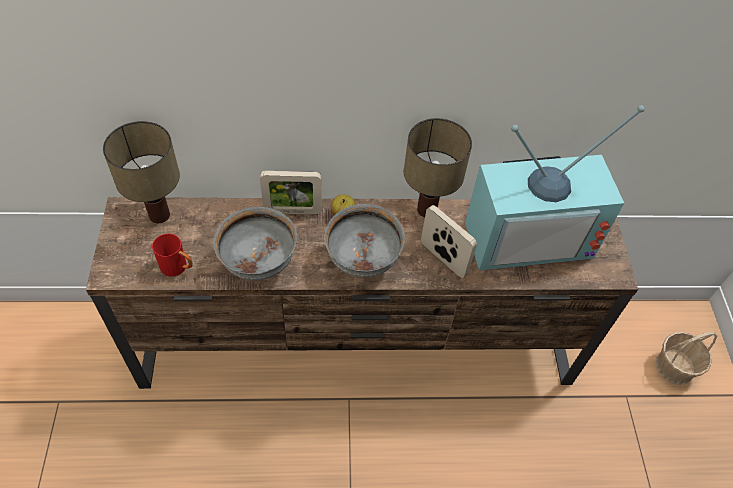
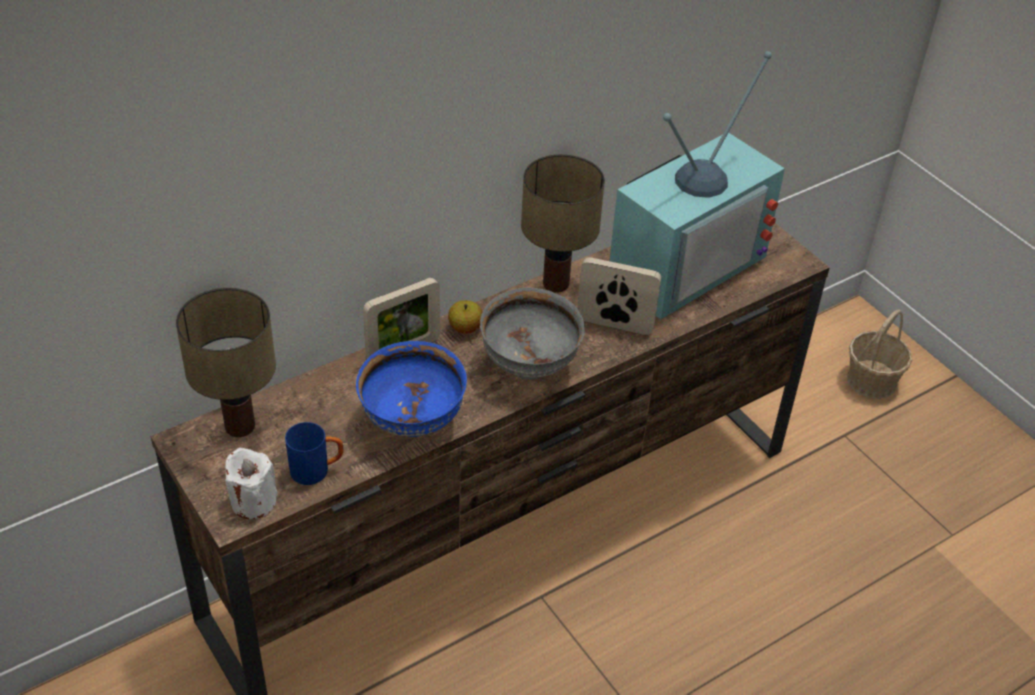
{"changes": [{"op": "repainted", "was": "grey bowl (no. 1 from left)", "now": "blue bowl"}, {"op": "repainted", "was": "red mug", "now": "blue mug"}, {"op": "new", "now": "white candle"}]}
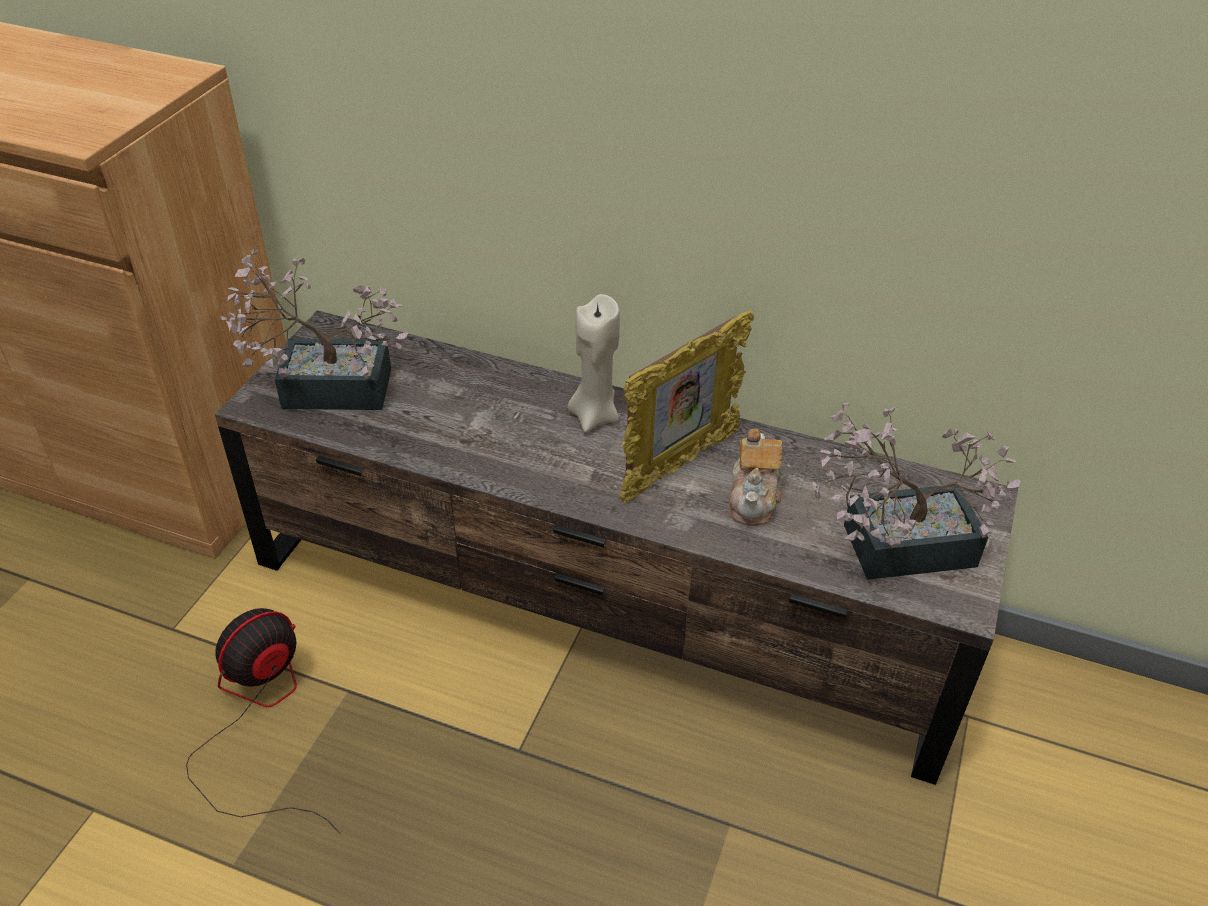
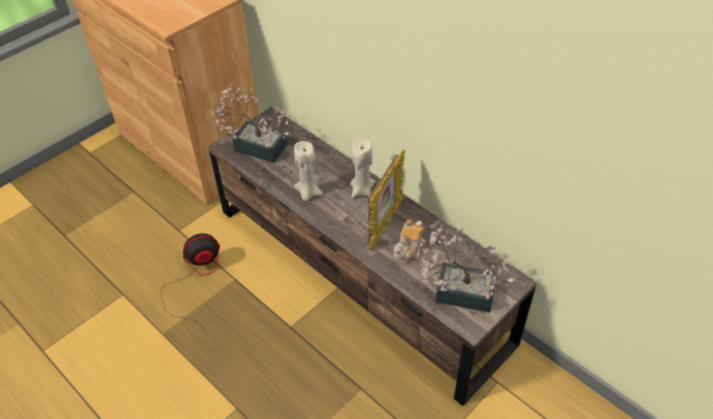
{"changes": [{"op": "rotated", "was": "picture frame", "clockwise": -45}, {"op": "new", "now": "beige candle (no. 1 from left)"}]}
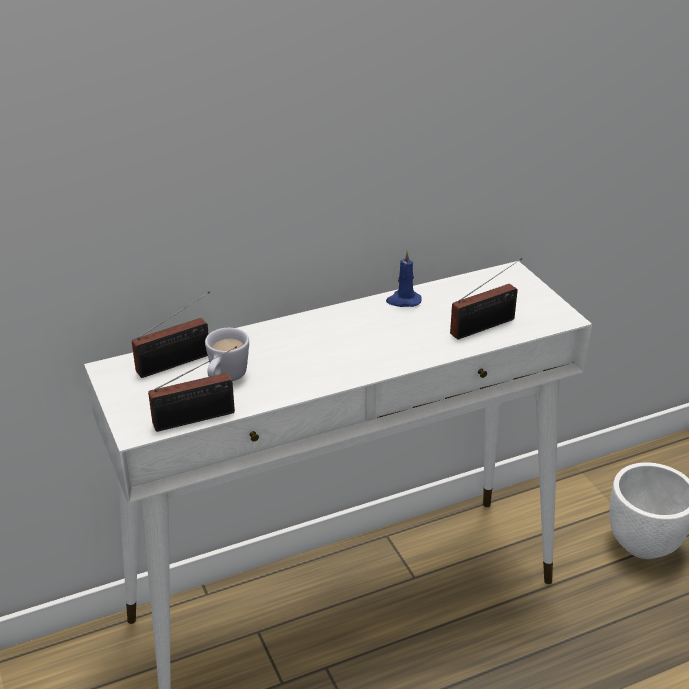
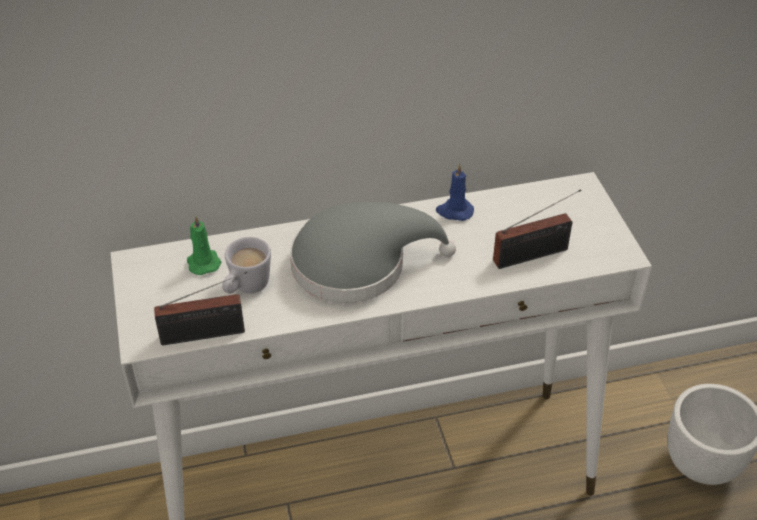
{"changes": [{"op": "swapped", "was": "radio (no. 1 from left)", "now": "green candle"}, {"op": "new", "now": "grey hat"}]}
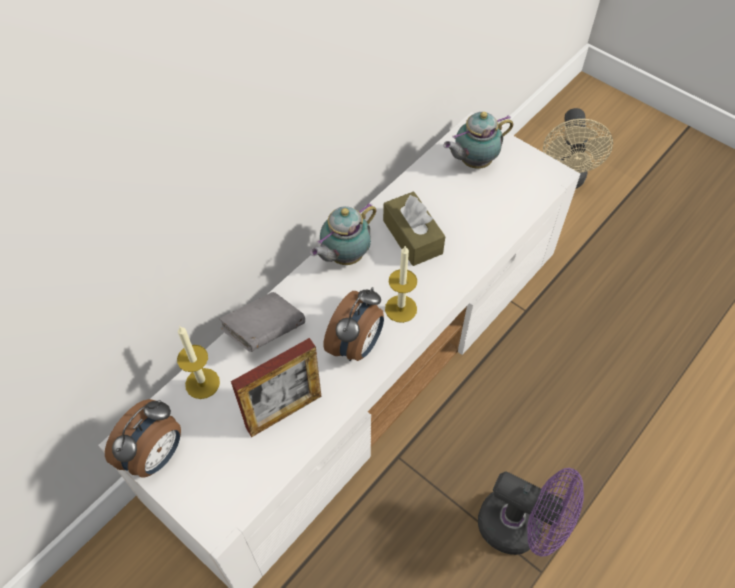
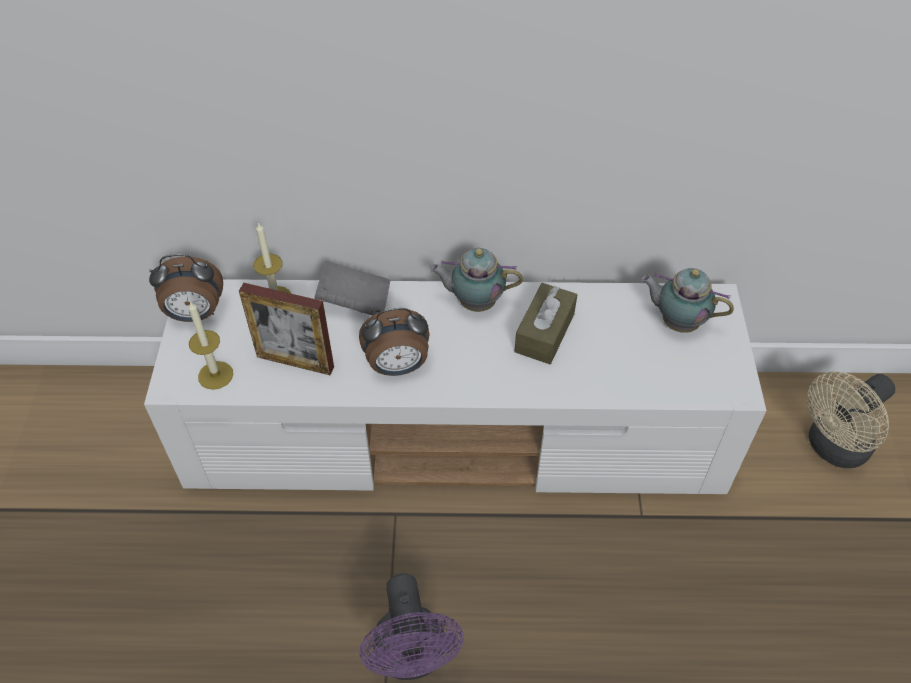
{"changes": [{"op": "shifted", "was": "candle (no. 2 from left in the first image)", "now": "candle (no. 1 from left)"}]}
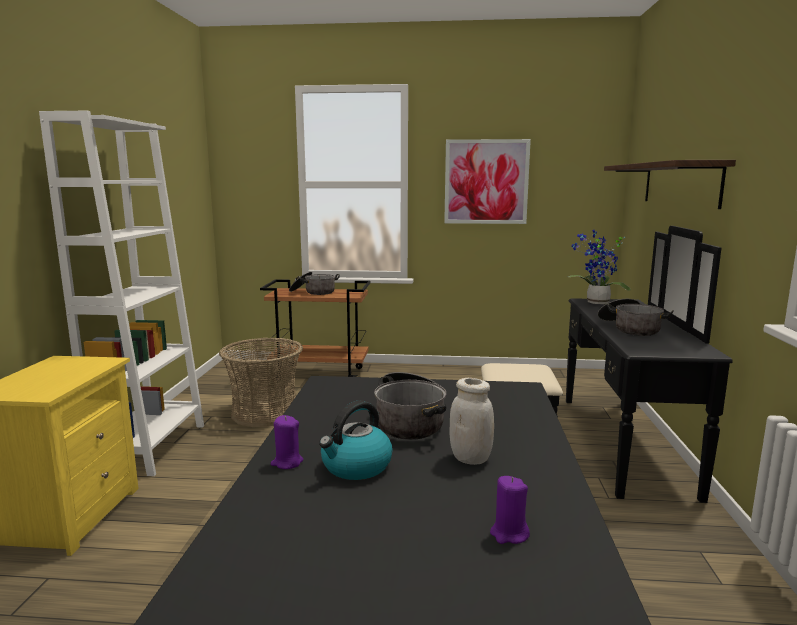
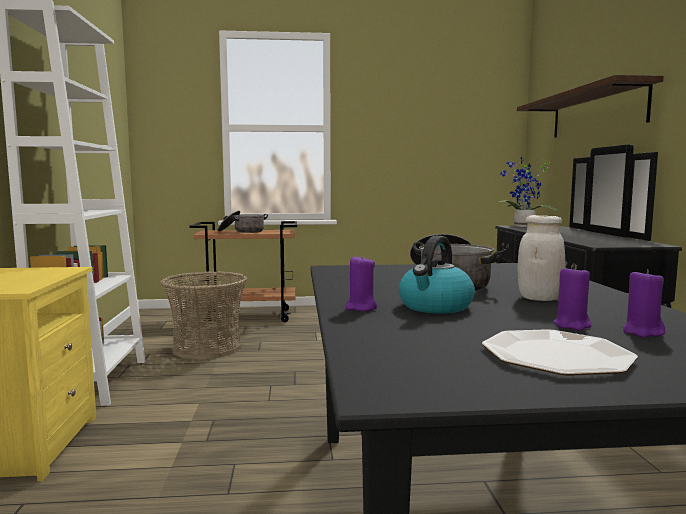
{"changes": [{"op": "gone", "was": "picture"}, {"op": "gone", "was": "cooking pot (no. 3 from left)"}, {"op": "new", "now": "purple candle (no. 2 from left)"}, {"op": "new", "now": "plate"}]}
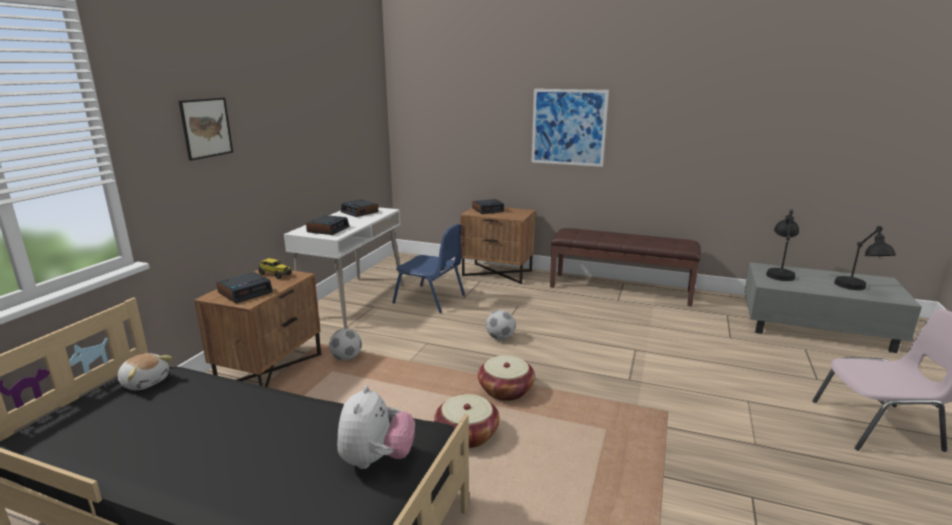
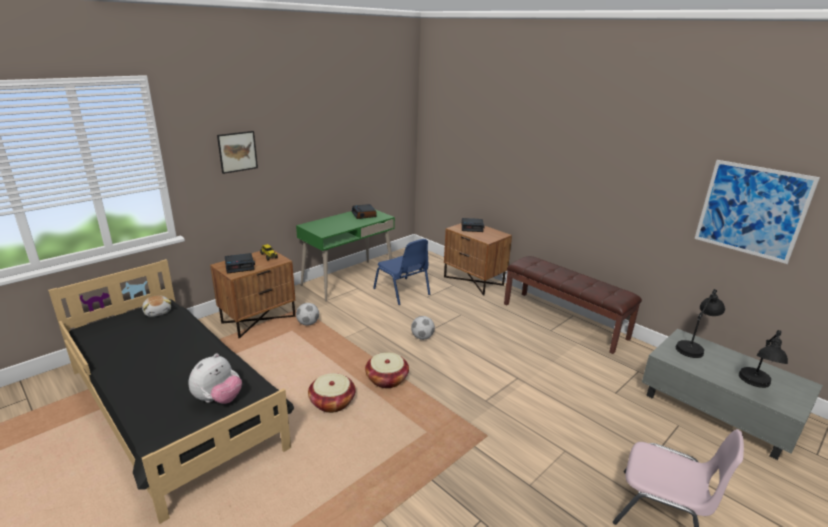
{"changes": [{"op": "shifted", "was": "picture (no. 2 from left)"}, {"op": "repainted", "was": "white desk", "now": "green desk"}, {"op": "gone", "was": "alarm clock (no. 2 from left)"}]}
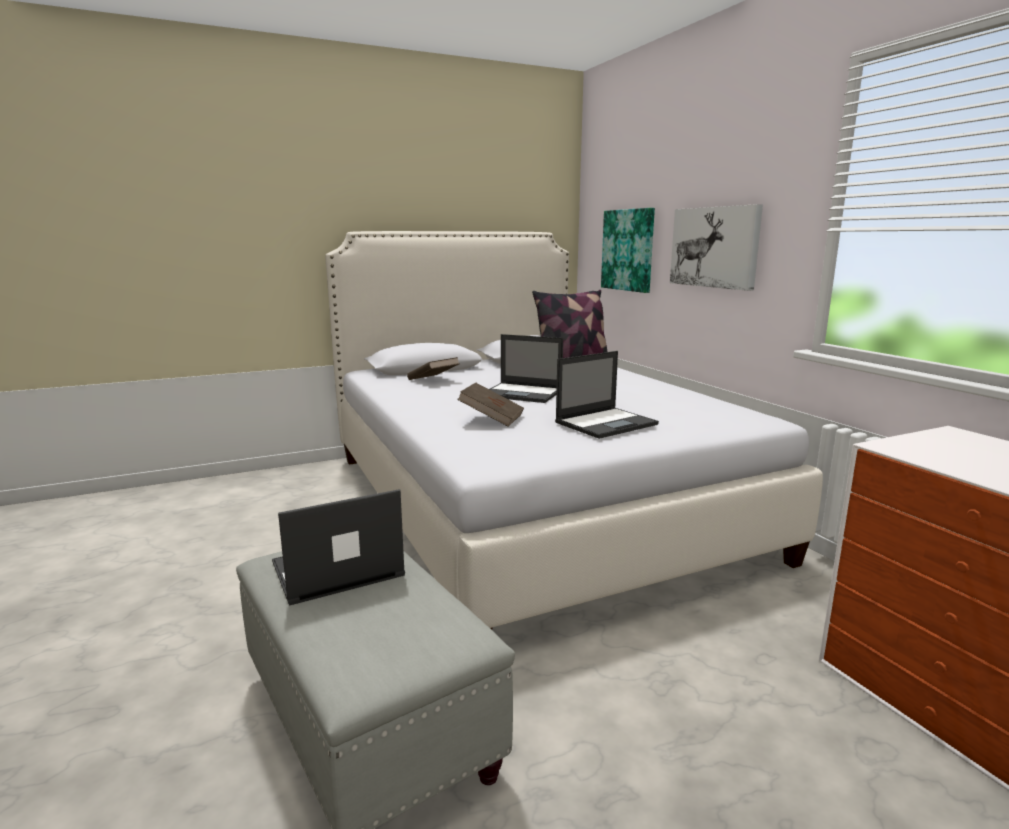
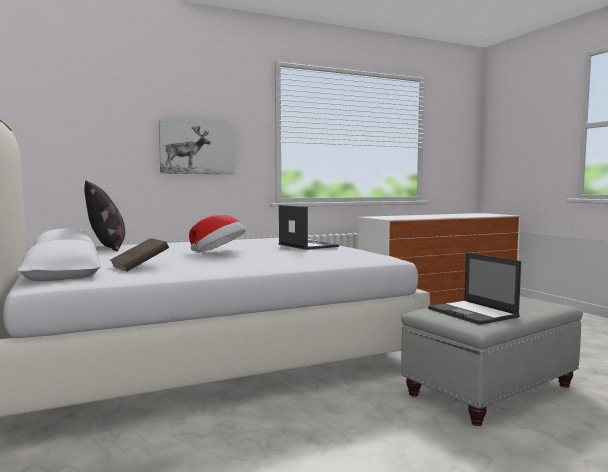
{"changes": [{"op": "gone", "was": "picture (no. 1 from left)"}, {"op": "swapped", "was": "laptop (no. 2 from left)", "now": "hat"}, {"op": "gone", "was": "brown book (no. 2 from left)"}]}
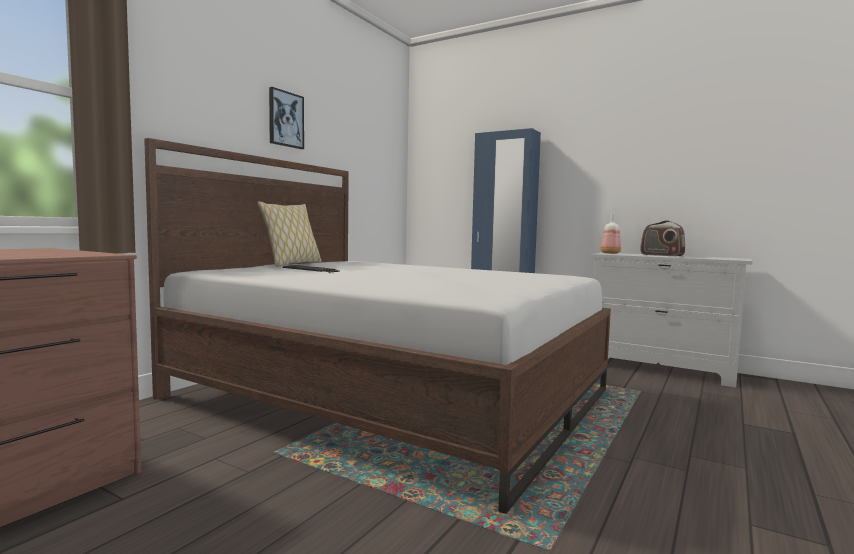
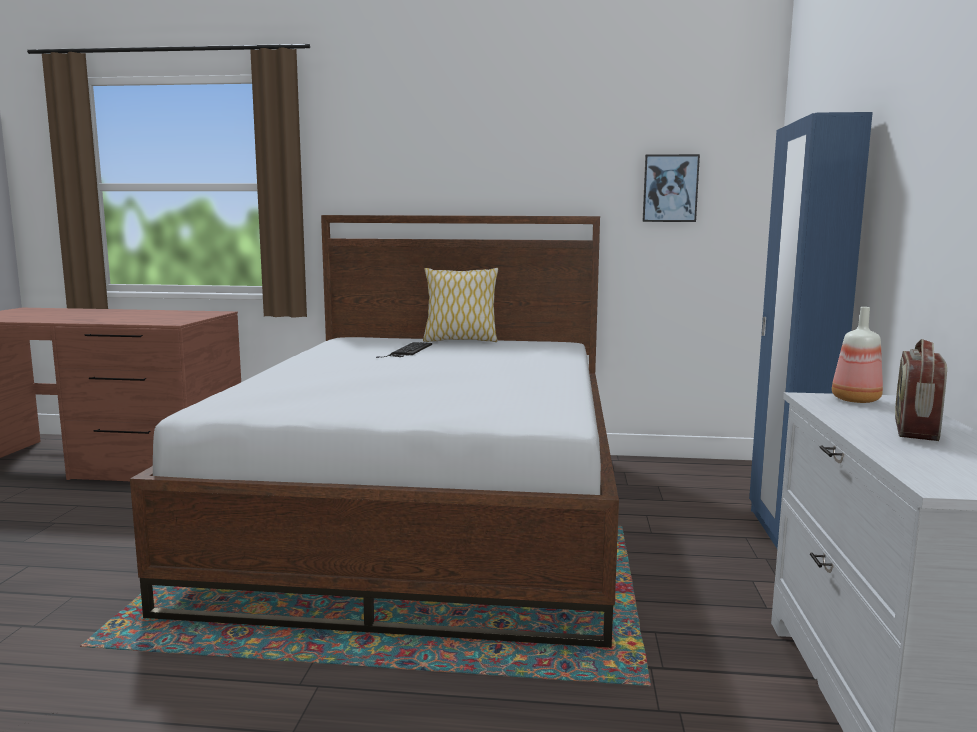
{"changes": [{"op": "shifted", "was": "picture"}]}
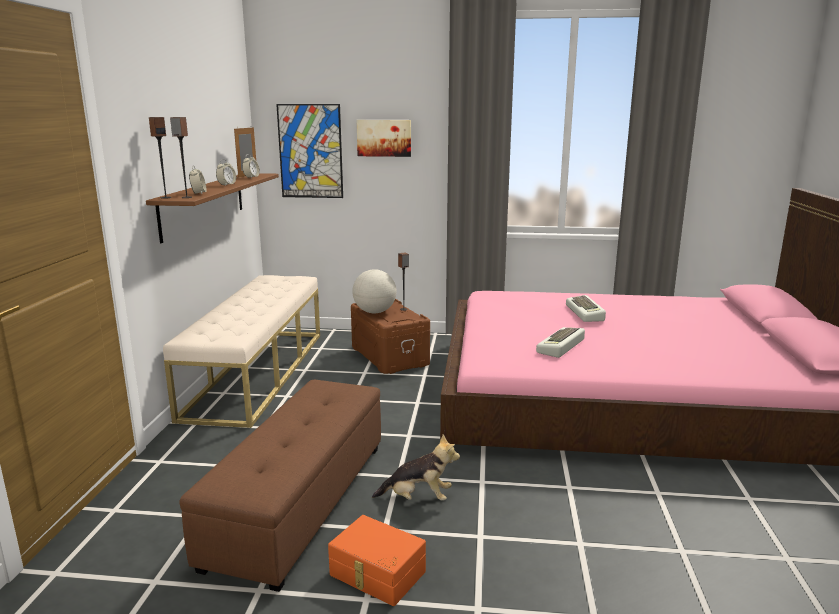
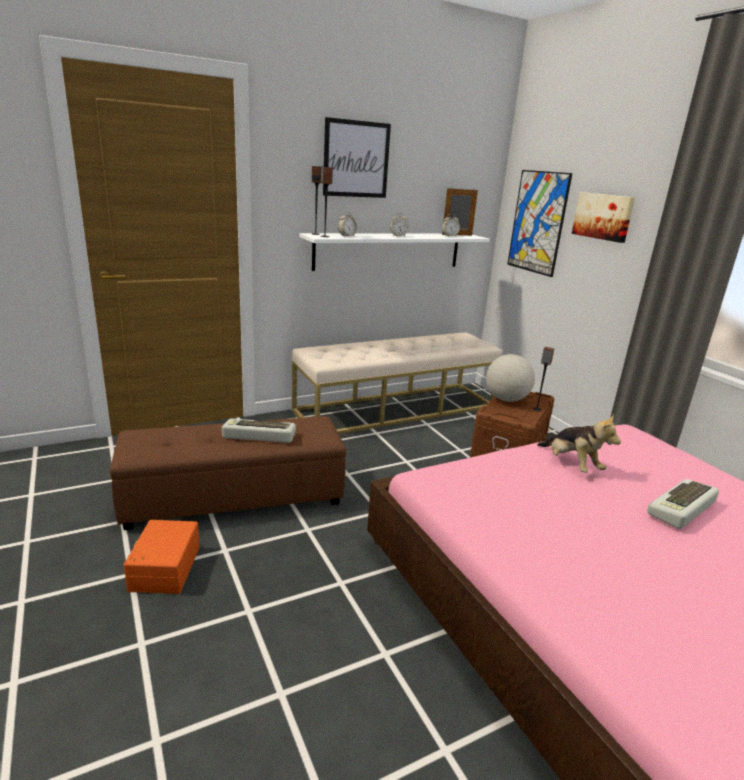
{"changes": [{"op": "repainted", "was": "brown shelf", "now": "white shelf"}, {"op": "shifted", "was": "keyboard (no. 1 from left)"}, {"op": "shifted", "was": "plush toy"}, {"op": "new", "now": "picture (no. 1 from left)"}]}
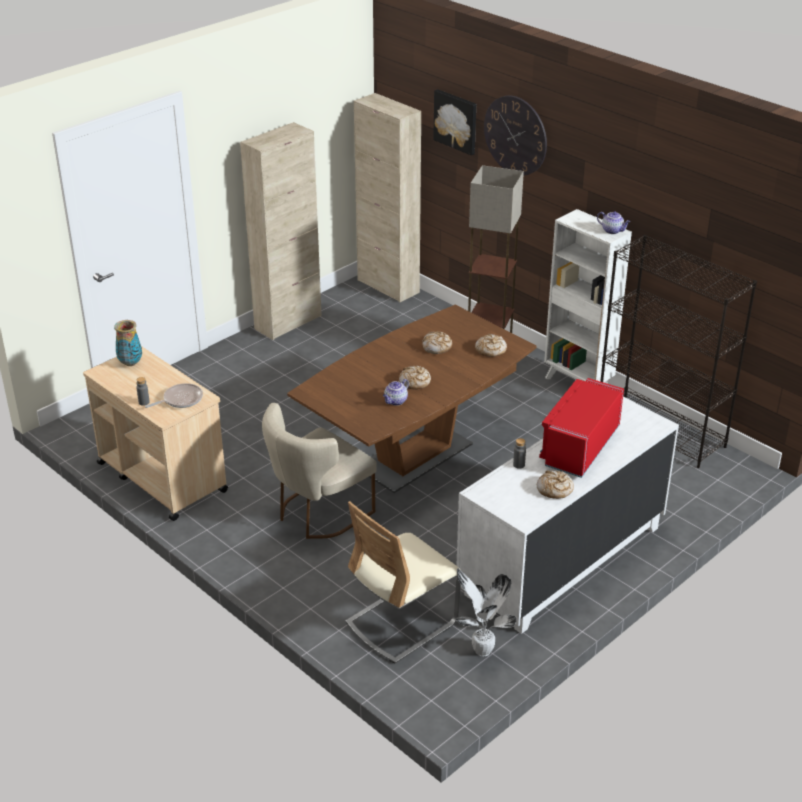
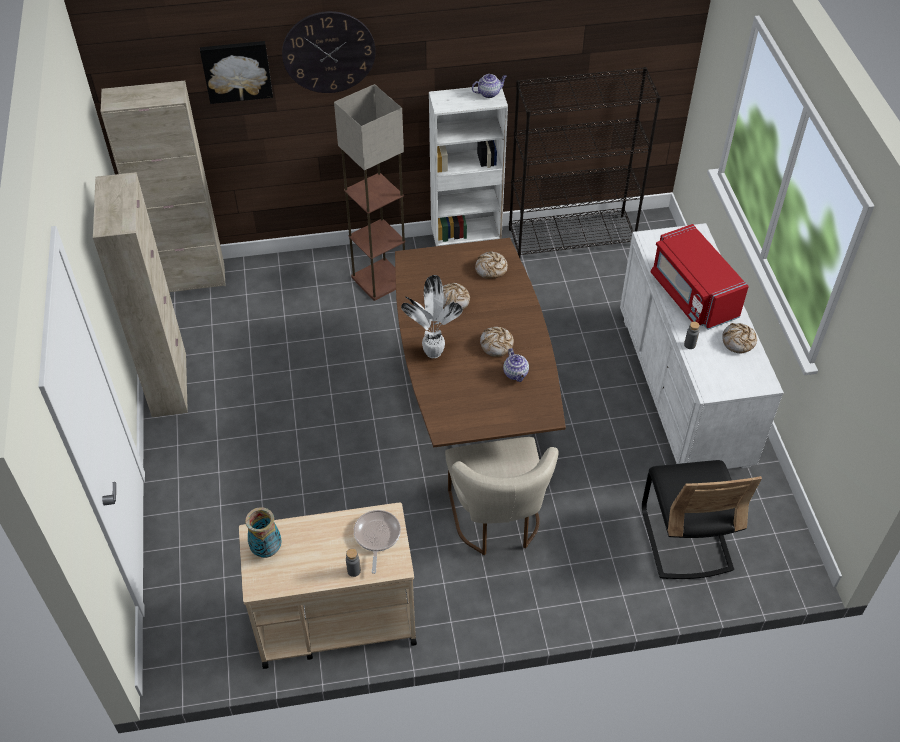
{"changes": [{"op": "repainted", "was": "beige chair (no. 2 from left)", "now": "black chair"}, {"op": "shifted", "was": "potted plant"}]}
